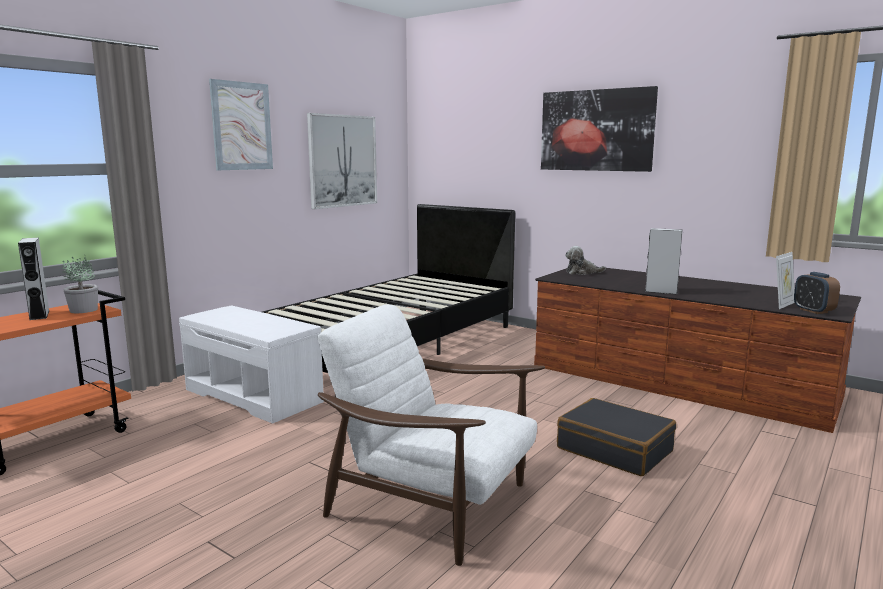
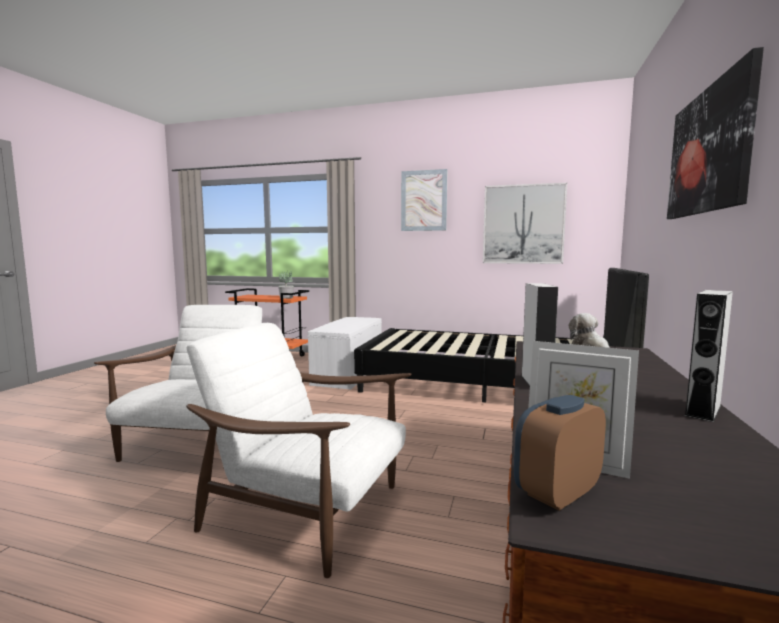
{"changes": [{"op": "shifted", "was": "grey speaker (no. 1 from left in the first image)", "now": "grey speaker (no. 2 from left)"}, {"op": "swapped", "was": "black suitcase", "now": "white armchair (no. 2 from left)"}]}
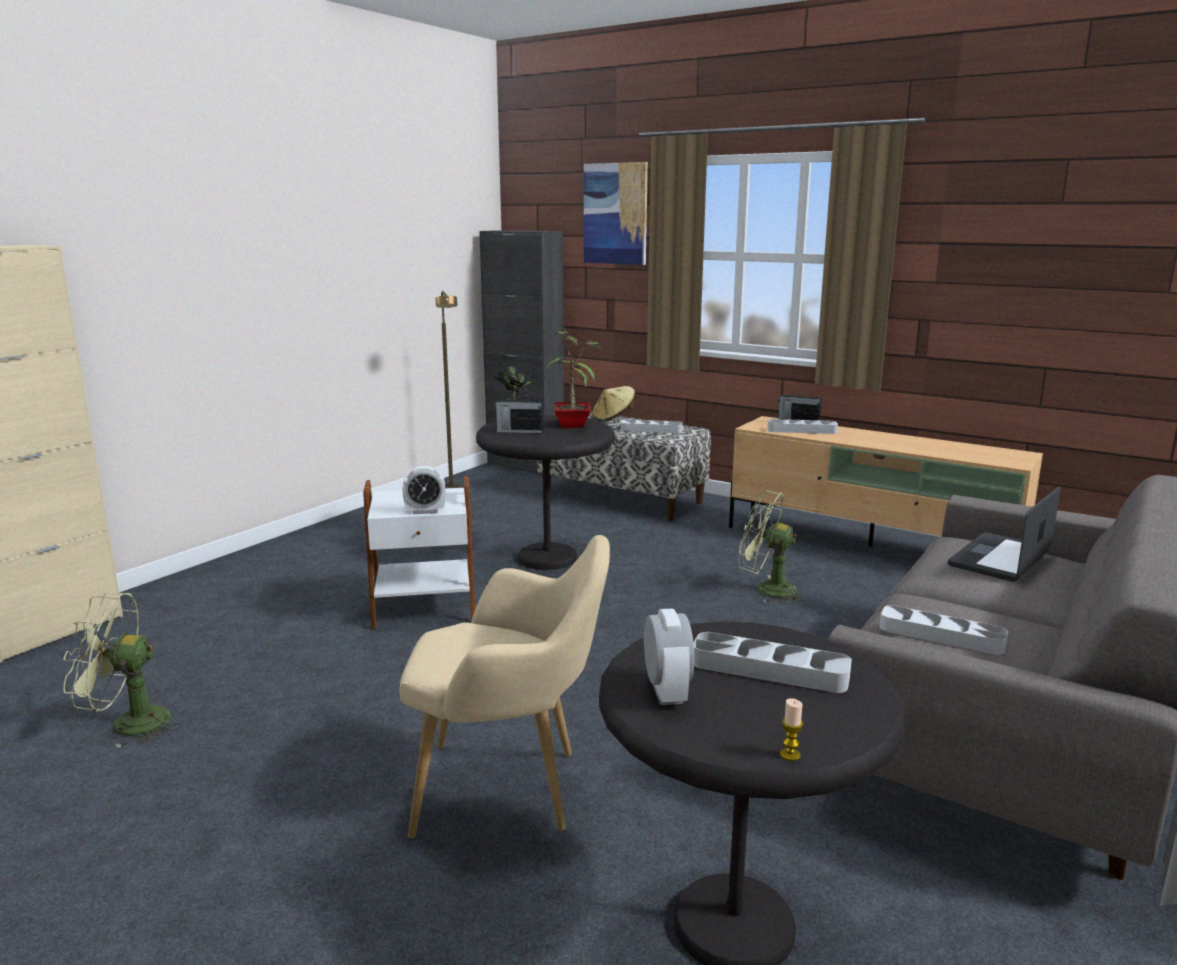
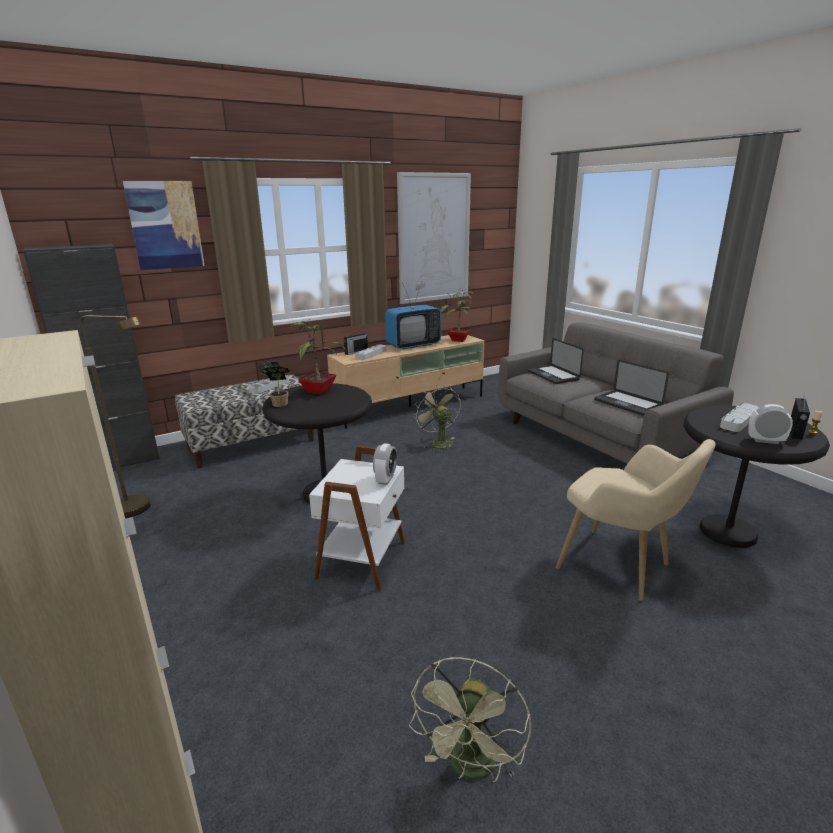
{"changes": [{"op": "gone", "was": "beige hat"}, {"op": "shifted", "was": "radio (no. 1 from left in the first image)", "now": "radio (no. 2 from left)"}, {"op": "rotated", "was": "green fan (no. 2 from left in the first image)", "clockwise": 105}, {"op": "rotated", "was": "beige armchair", "clockwise": 105}, {"op": "swapped", "was": "grey tray (no. 4 from left)", "now": "laptop (no. 2 from left)"}, {"op": "new", "now": "picture (no. 2 from left)"}, {"op": "new", "now": "television"}, {"op": "new", "now": "potted plant (no. 3 from left)"}]}
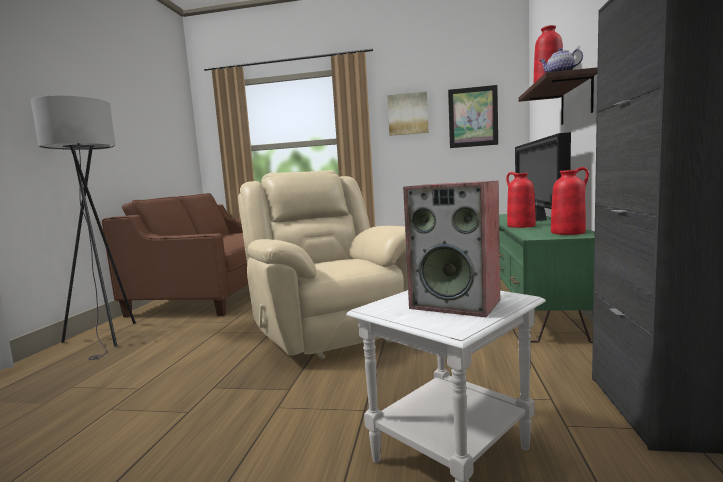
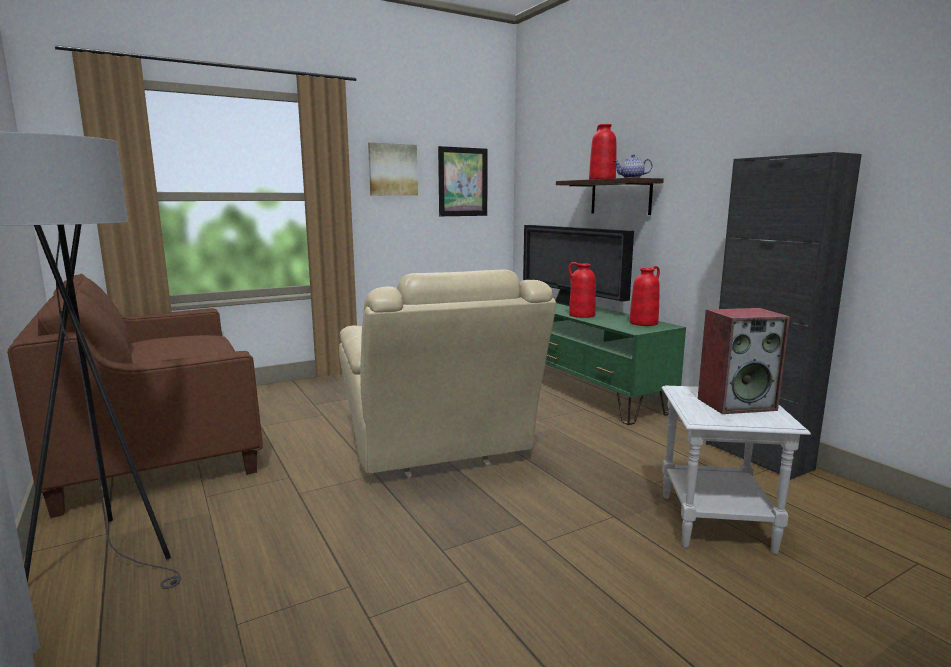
{"changes": [{"op": "rotated", "was": "beige armchair", "clockwise": -135}]}
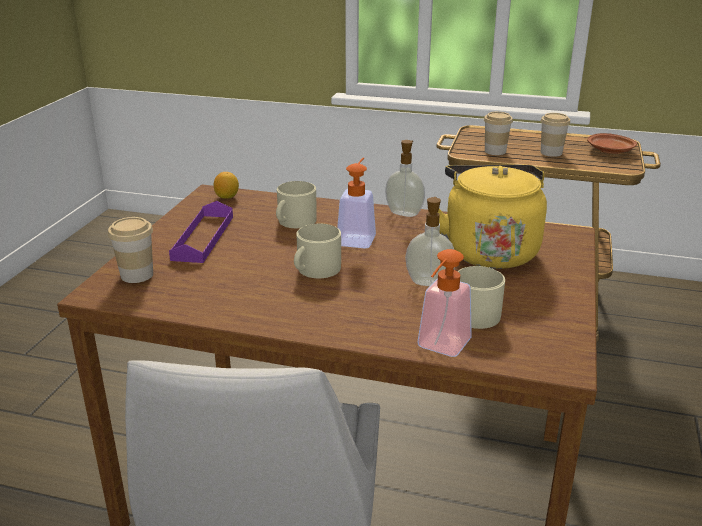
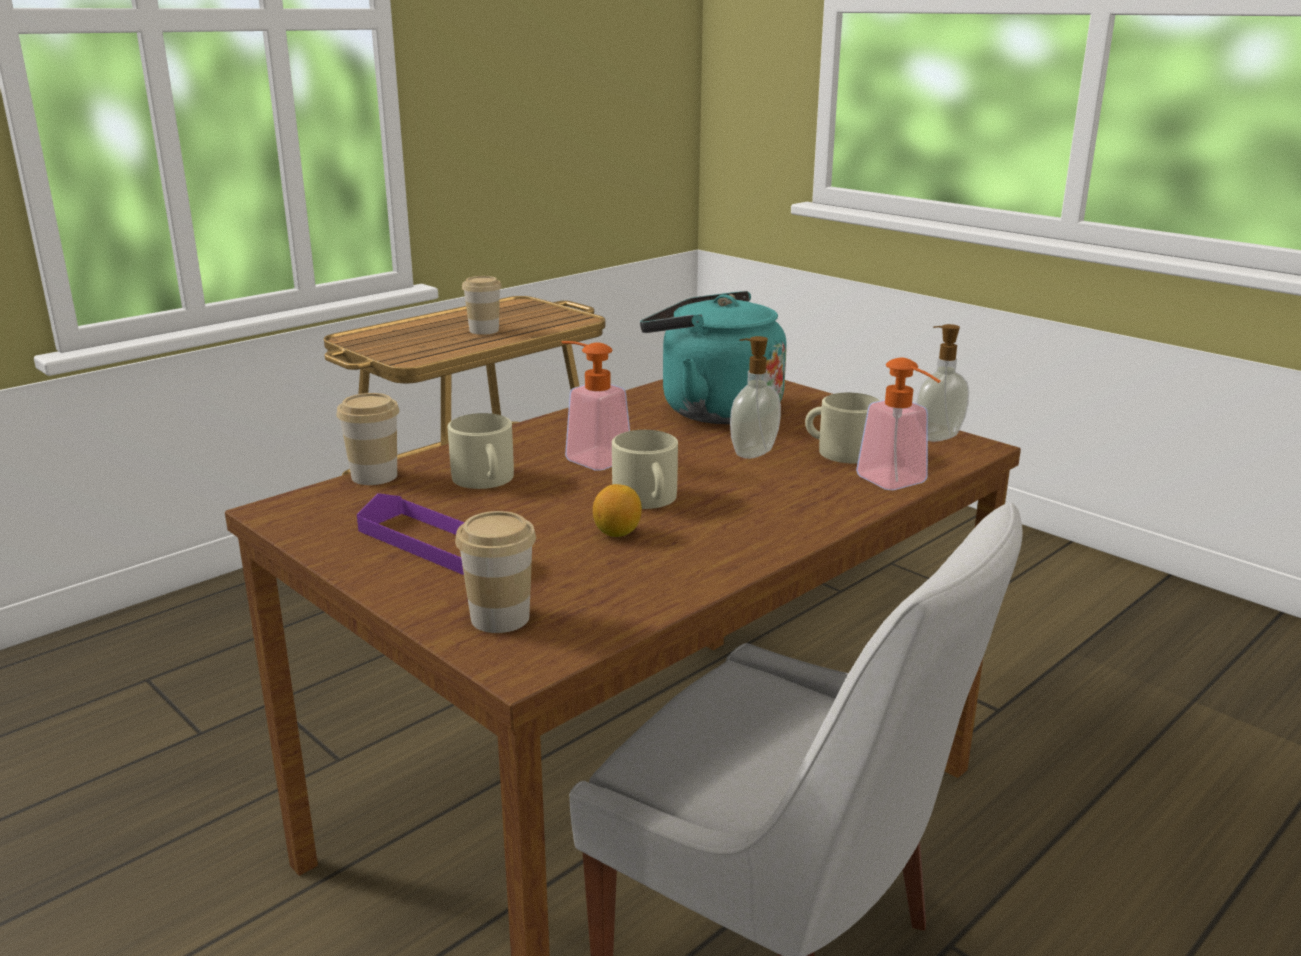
{"changes": [{"op": "shifted", "was": "cup (no. 2 from left in the first image)", "now": "cup (no. 1 from left)"}, {"op": "gone", "was": "brown plate"}, {"op": "shifted", "was": "soap dispenser (no. 2 from left in the first image)", "now": "soap dispenser (no. 4 from left)"}, {"op": "repainted", "was": "yellow kettle", "now": "turquoise kettle"}, {"op": "shifted", "was": "lemon"}]}
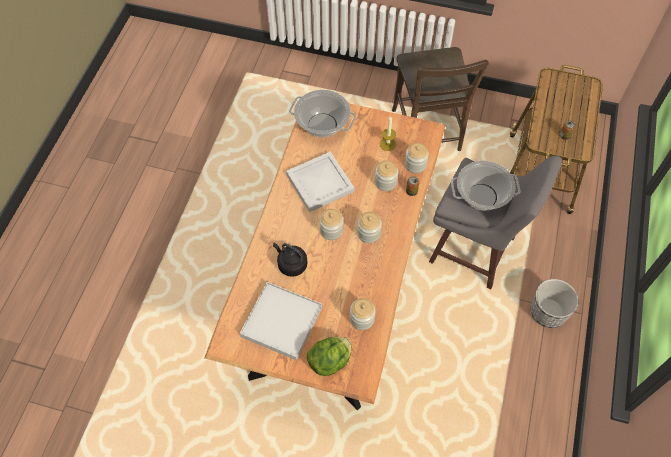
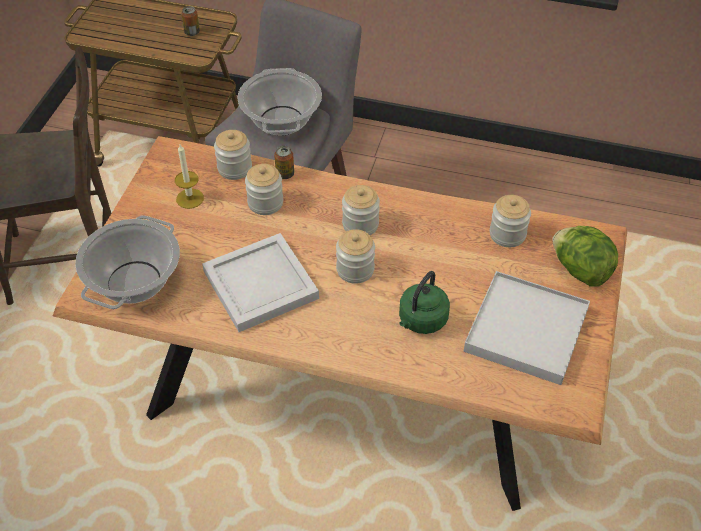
{"changes": [{"op": "repainted", "was": "black kettle", "now": "green kettle"}, {"op": "gone", "was": "planter"}]}
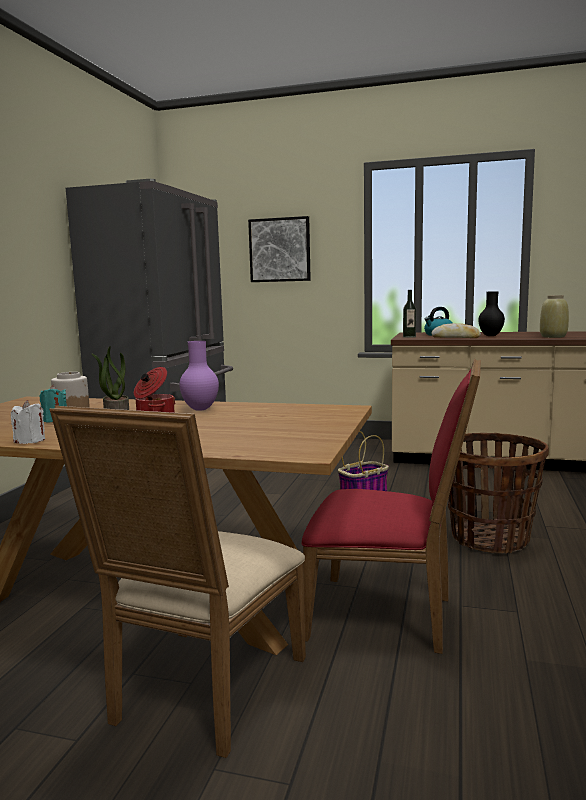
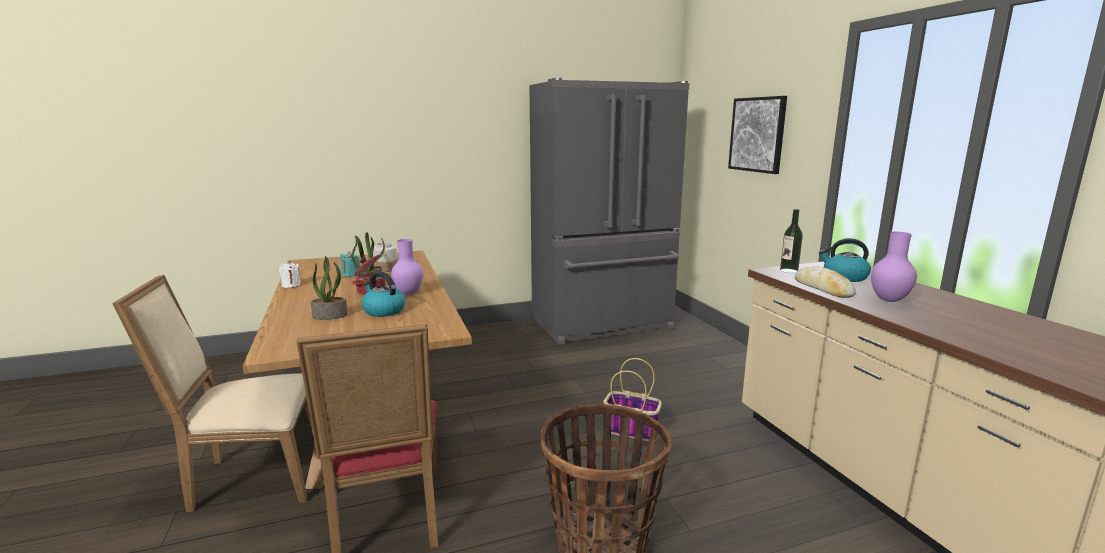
{"changes": [{"op": "repainted", "was": "black vase", "now": "purple vase (no. 2 from left)"}, {"op": "gone", "was": "beige vase"}, {"op": "new", "now": "potted plant (no. 1 from left)"}, {"op": "new", "now": "kettle (no. 1 from left)"}]}
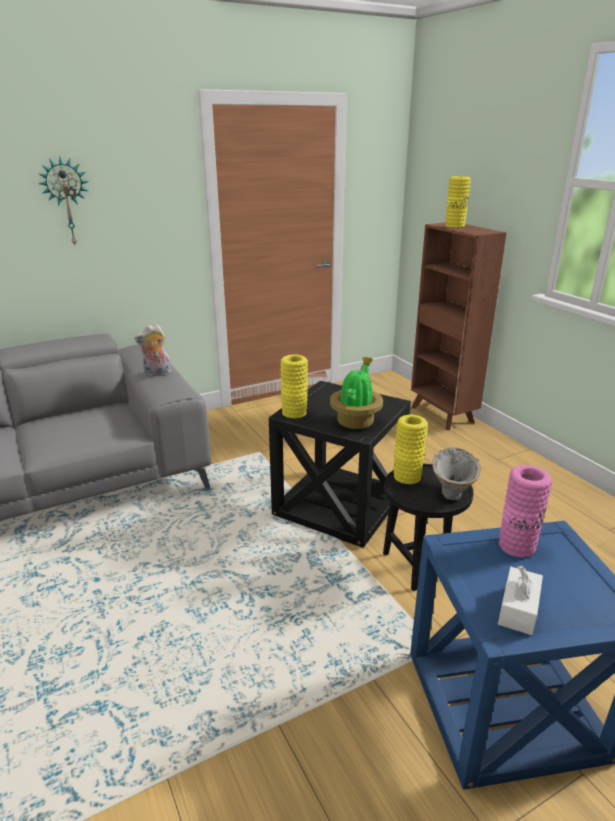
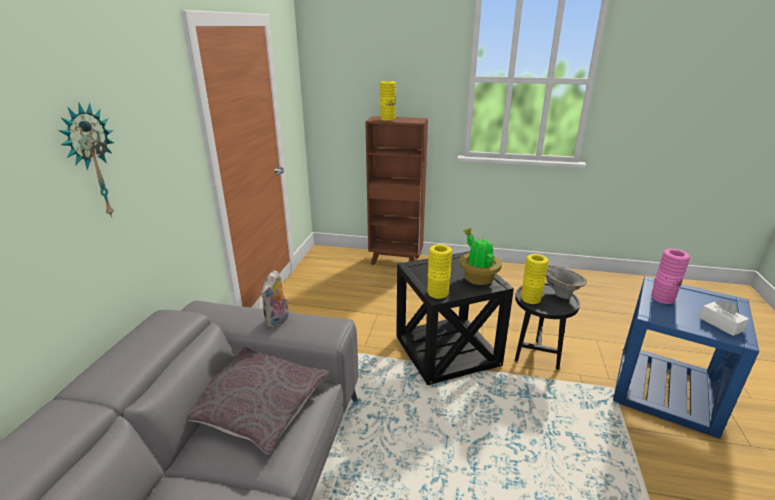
{"changes": [{"op": "new", "now": "grey pillow"}]}
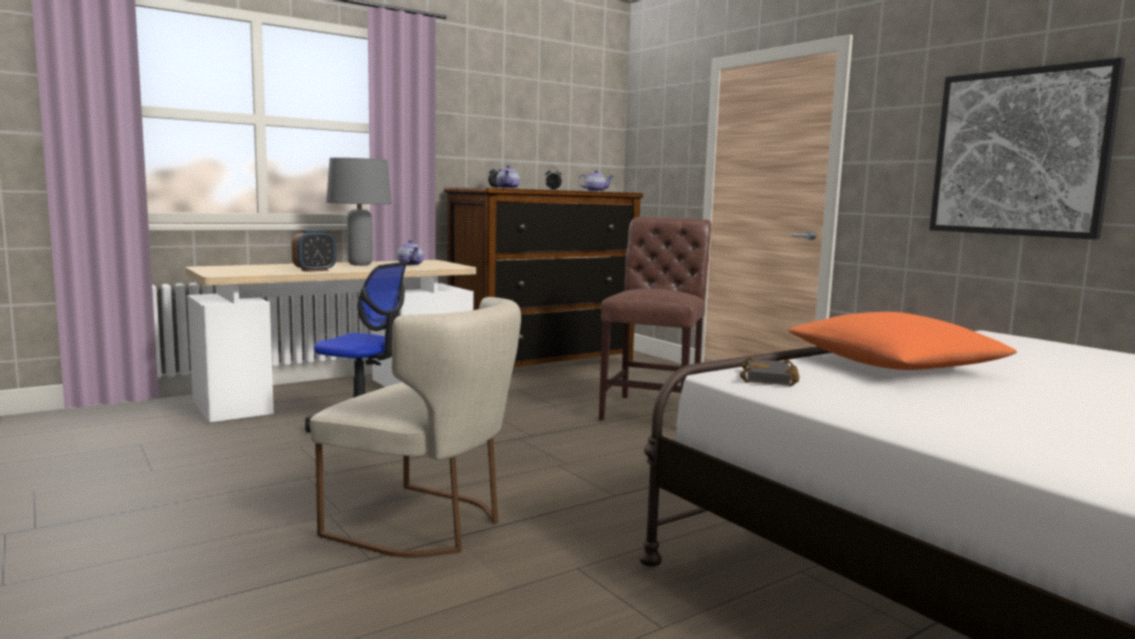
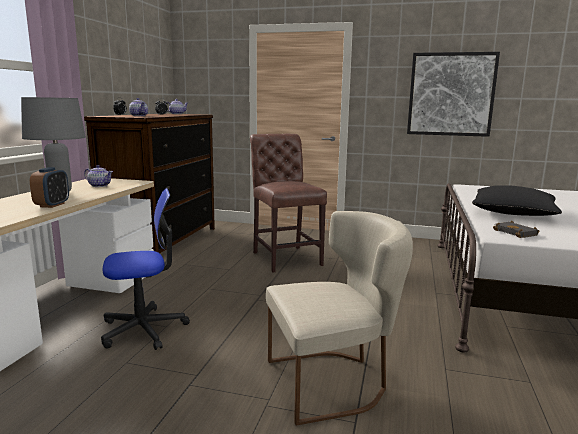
{"changes": [{"op": "repainted", "was": "orange pillow", "now": "black pillow"}]}
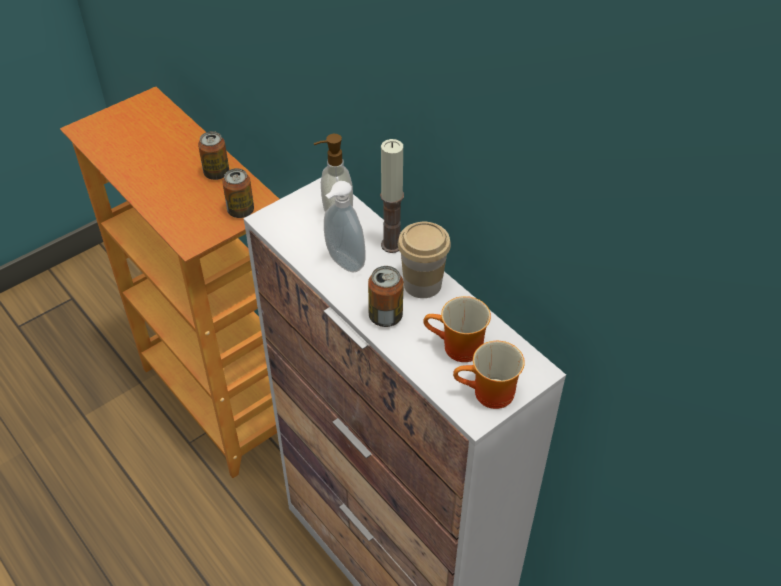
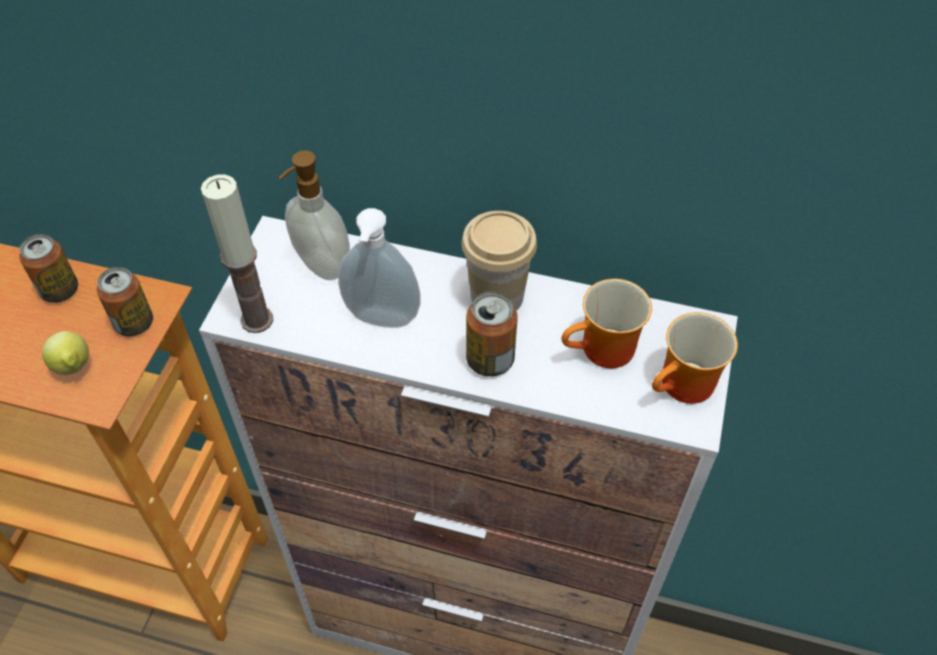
{"changes": [{"op": "shifted", "was": "candle"}, {"op": "new", "now": "lemon"}]}
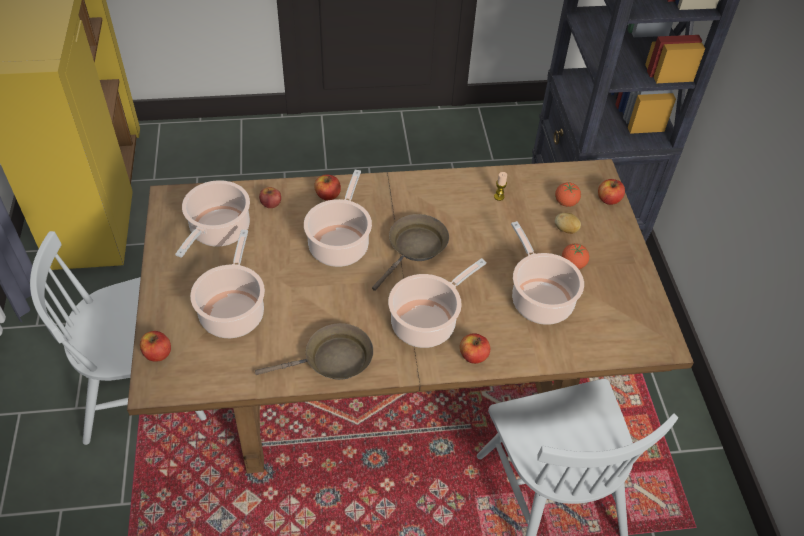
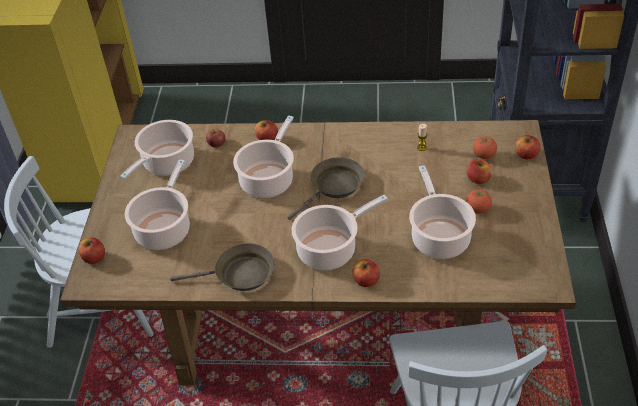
{"changes": [{"op": "swapped", "was": "potato", "now": "apple (no. 5 from left)"}]}
